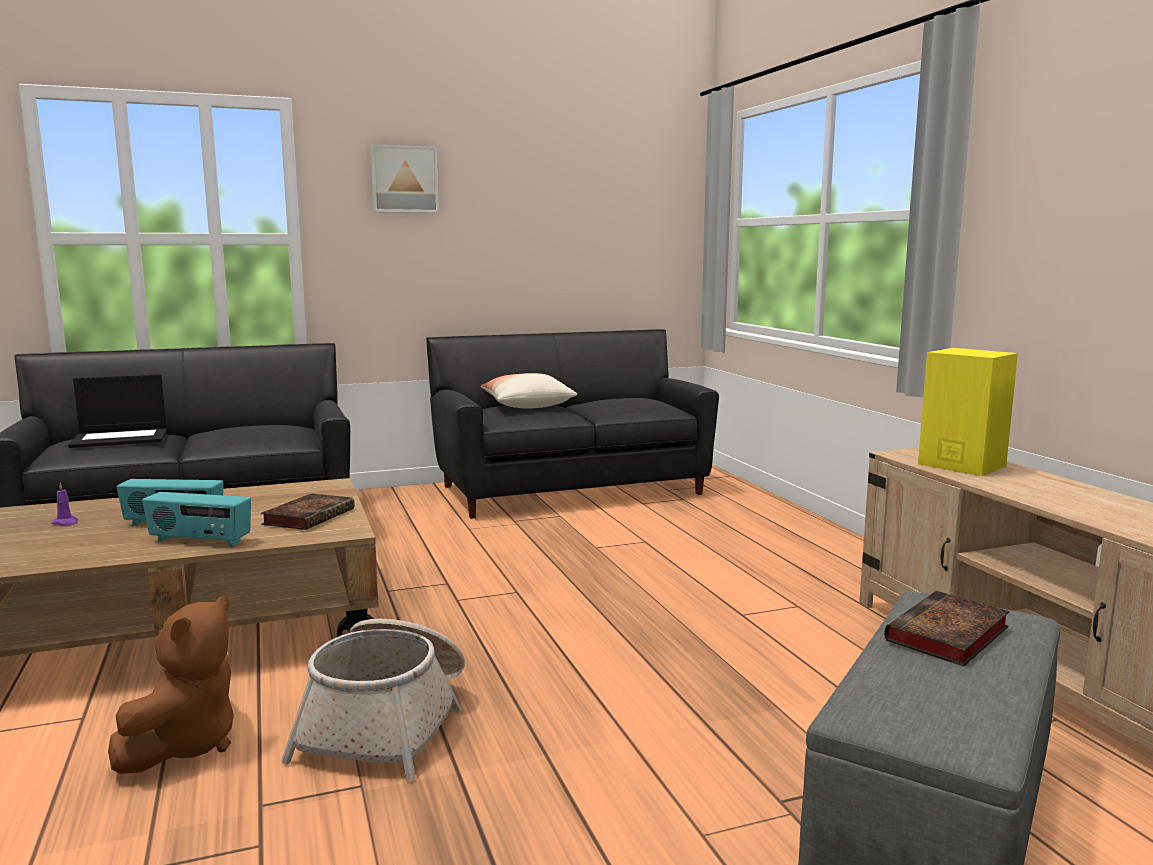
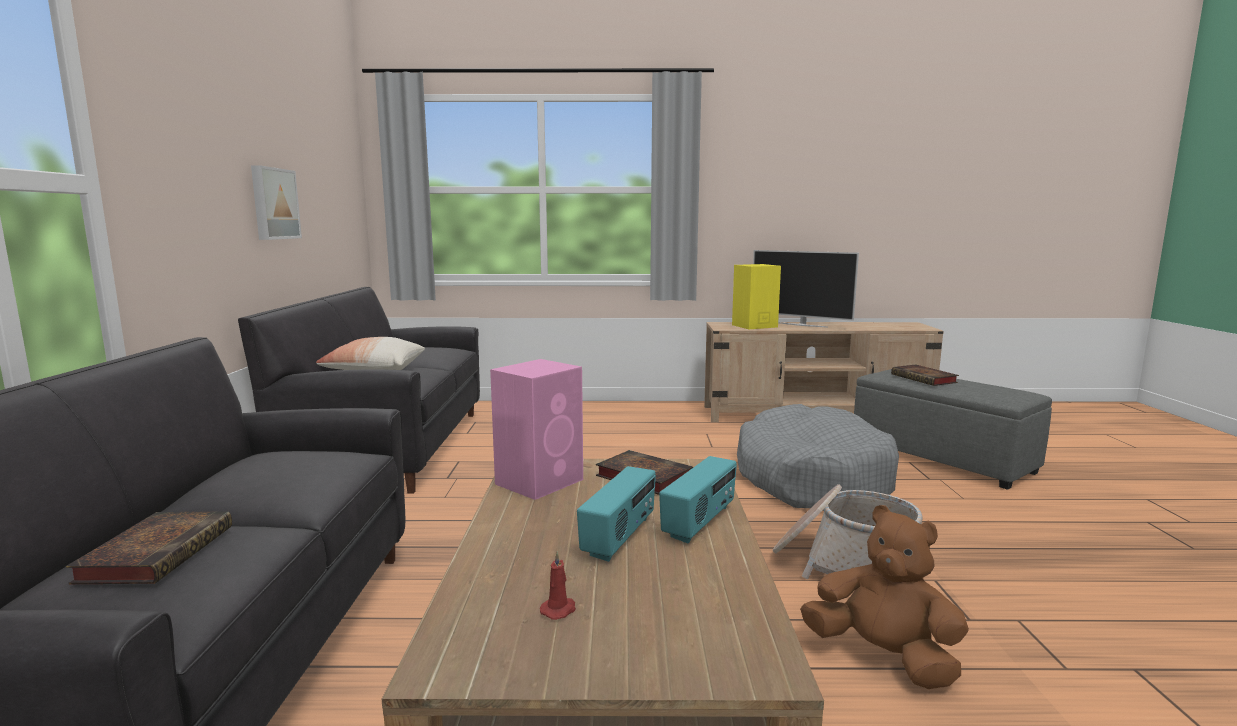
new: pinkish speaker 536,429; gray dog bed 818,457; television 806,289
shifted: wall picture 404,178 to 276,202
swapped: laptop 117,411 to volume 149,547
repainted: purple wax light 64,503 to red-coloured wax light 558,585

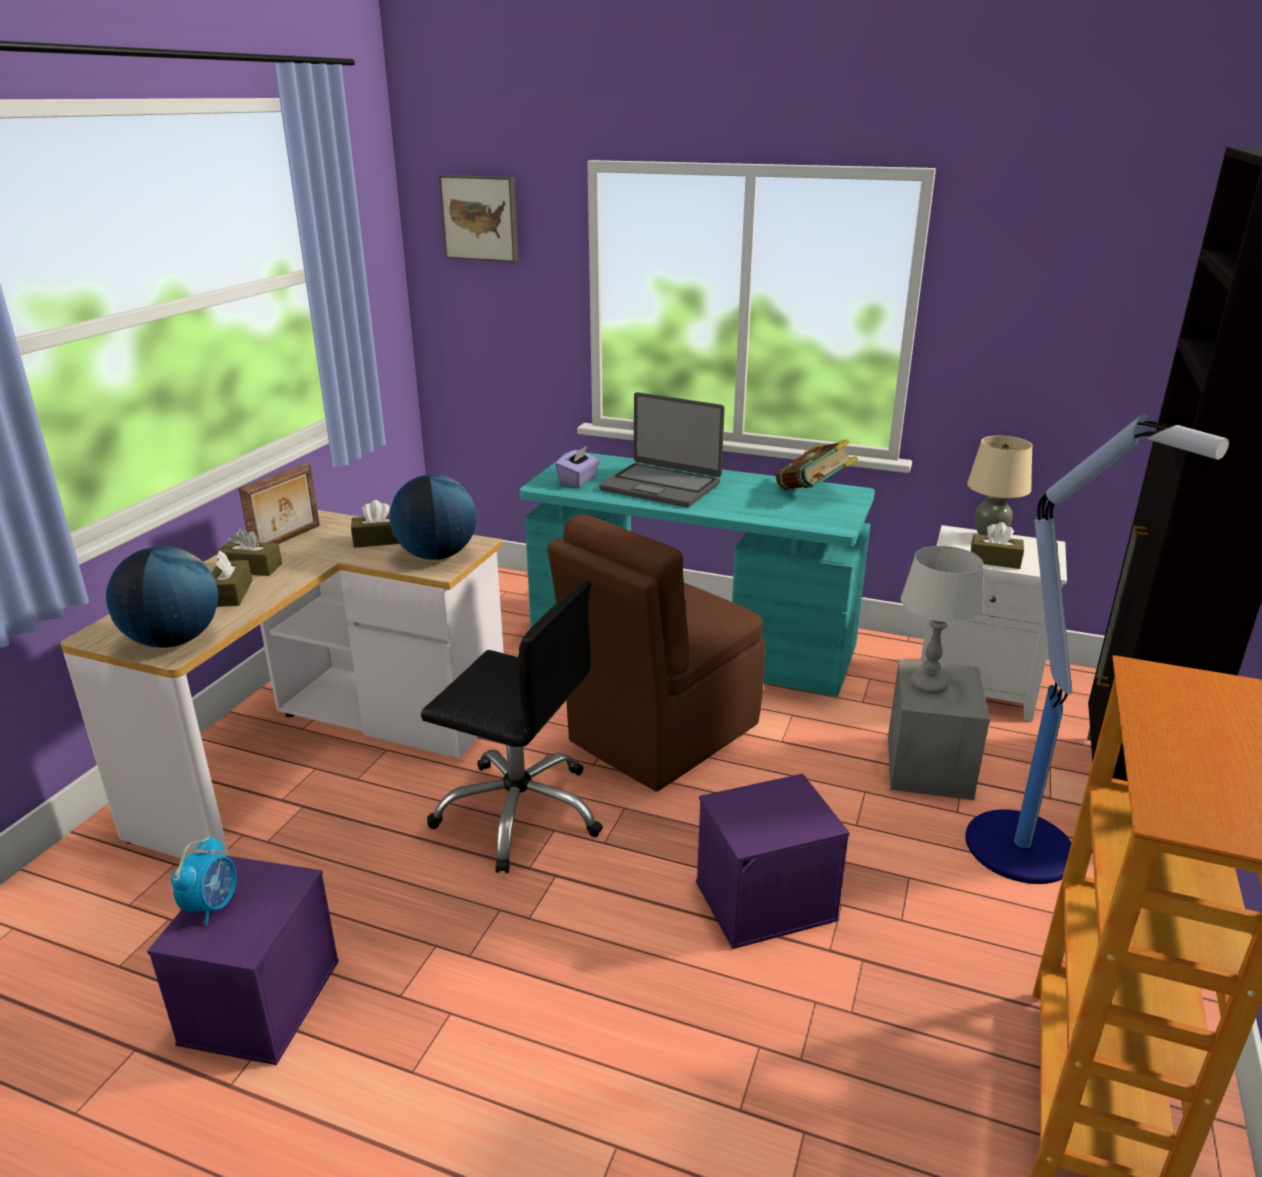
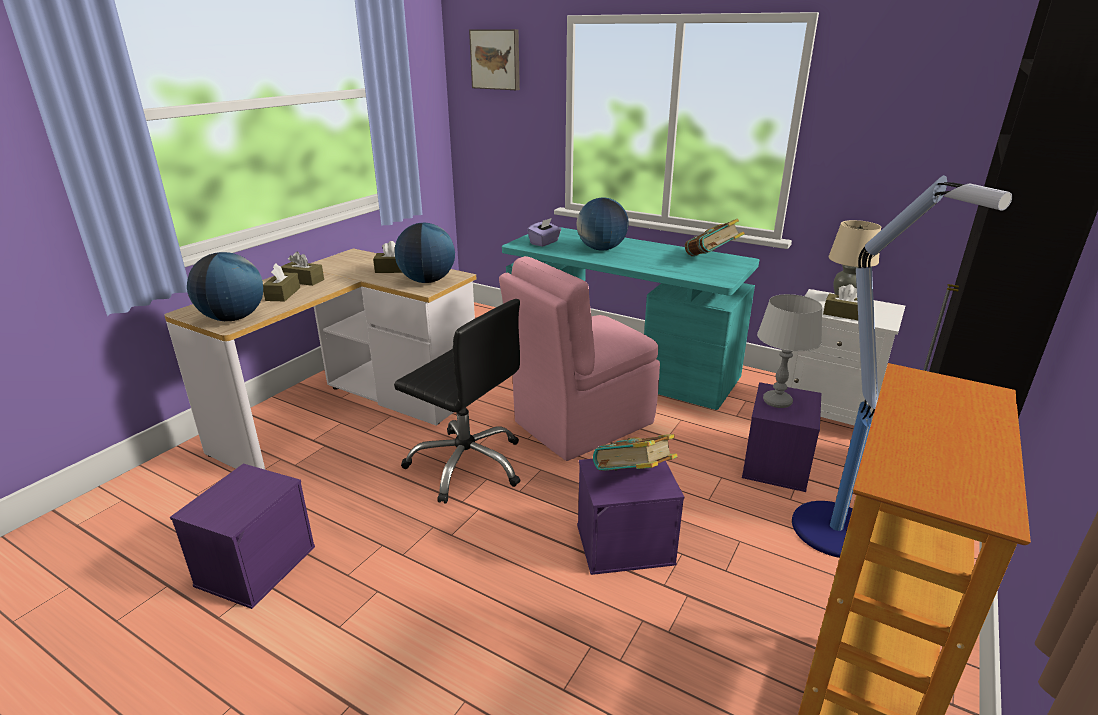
gone: bedside clock 204,880; standing frame 279,503
new: volume 635,452
swapped: laptop 662,449 to desk globe 603,224
repainted: brown-coloured upright chair 656,653 to pinkish upright chair 579,358; gray storage bin 939,729 to purple storage bin 781,437

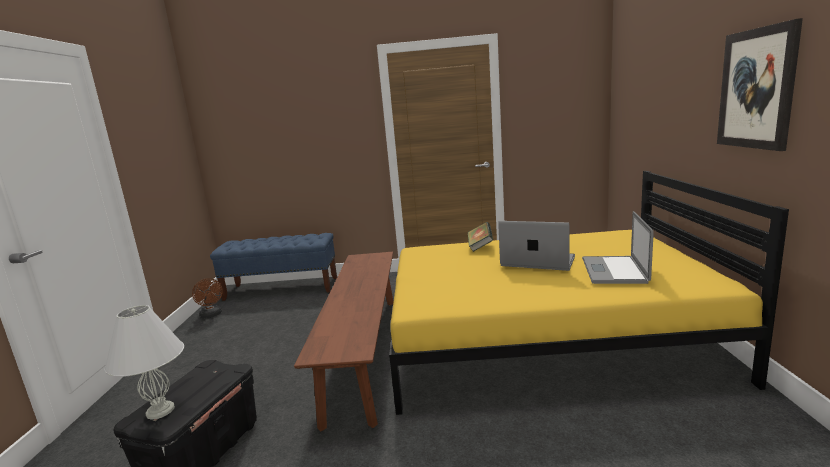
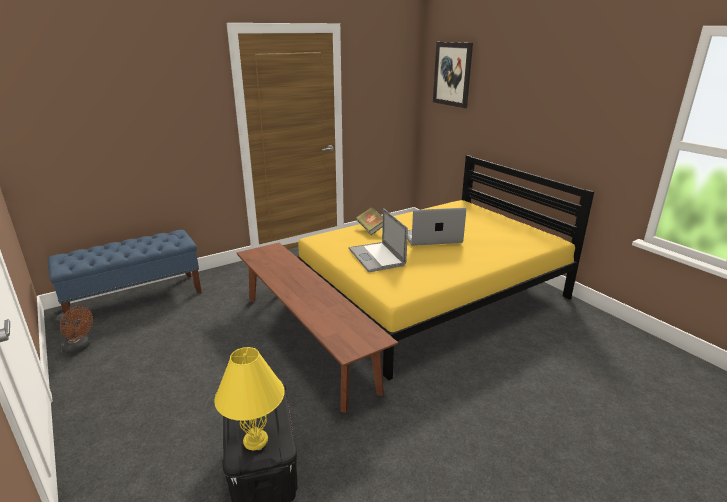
shifted: laptop 618,247 to 378,240; wall picture 760,84 to 453,75
repainted: whitish table lamp 144,362 to yellow table lamp 249,399

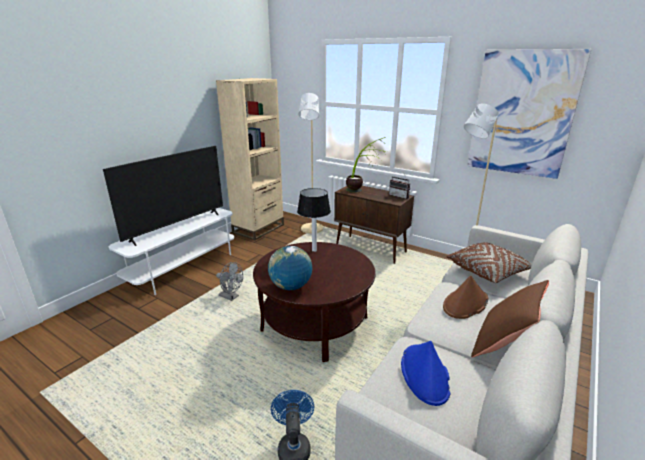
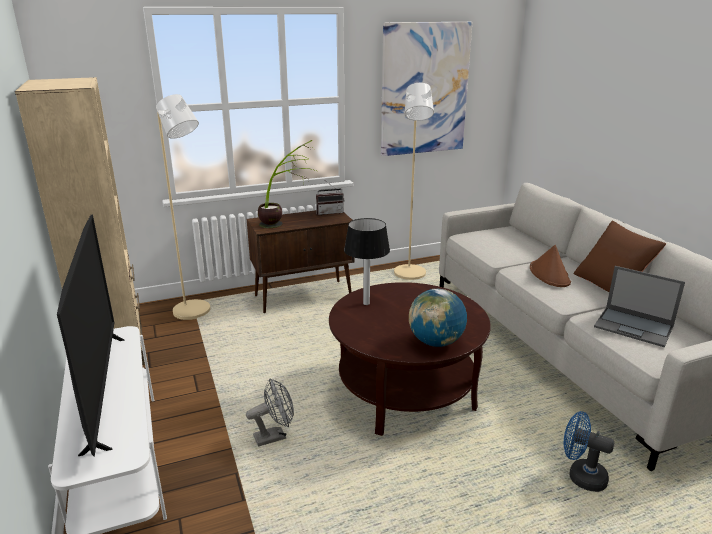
gone: brown-coloured cushion 489,262
swapped: blue clothing hat 425,373 to laptop 639,306

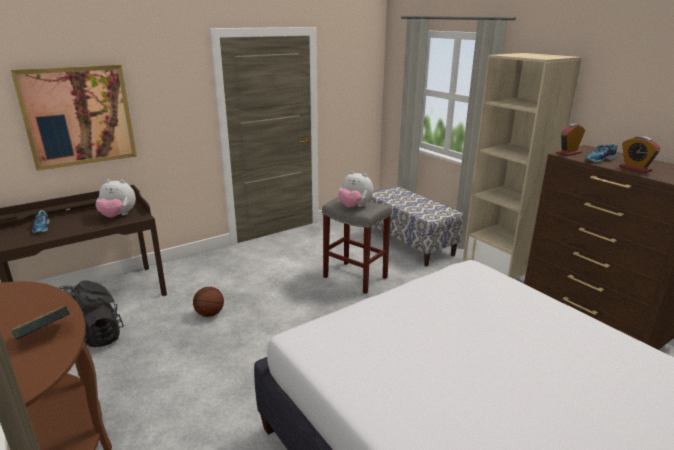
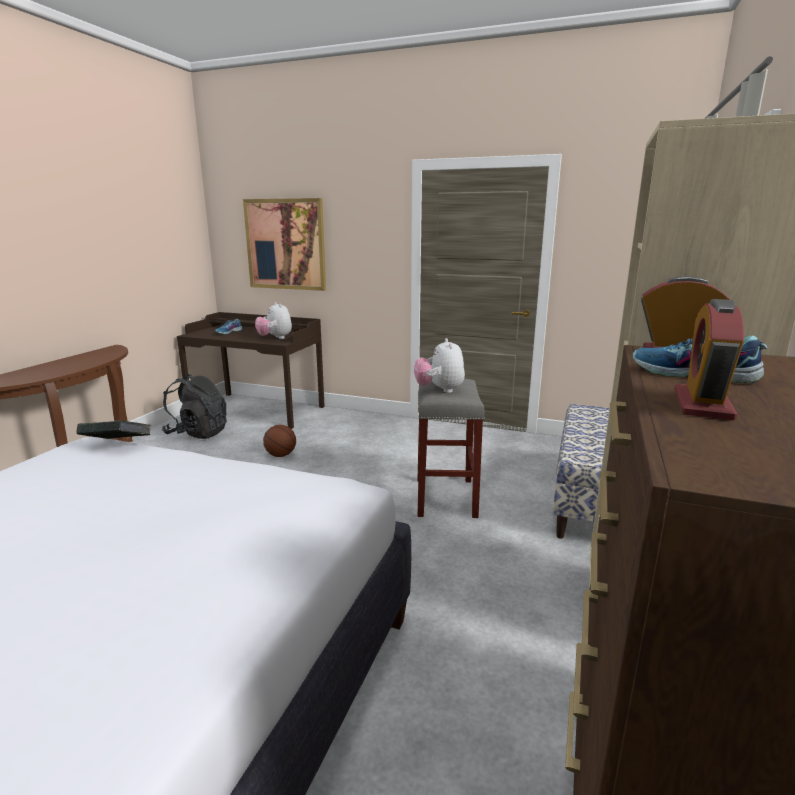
shifted: volume 40,322 to 113,429

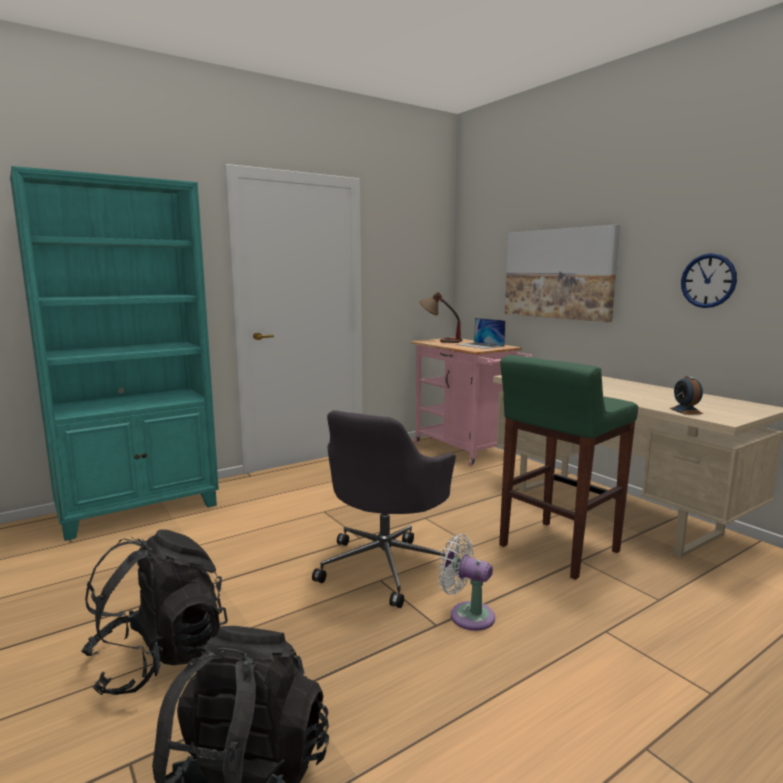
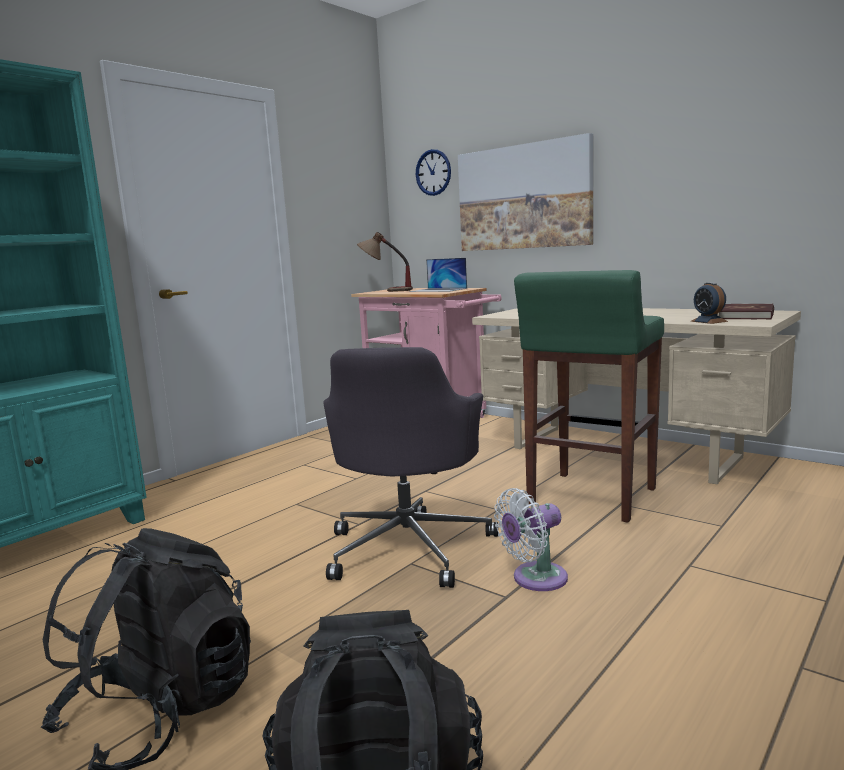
new: red-coloured volume 746,311
shifted: hanging clock 709,280 to 433,172
rotated: whitish electric fan 466,582 = 531,539 45 degrees counterclockwise

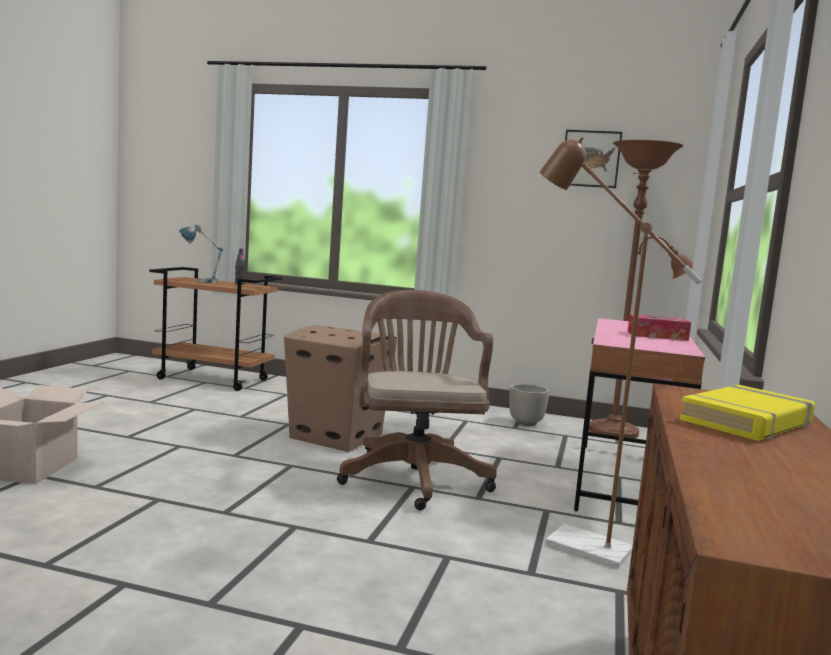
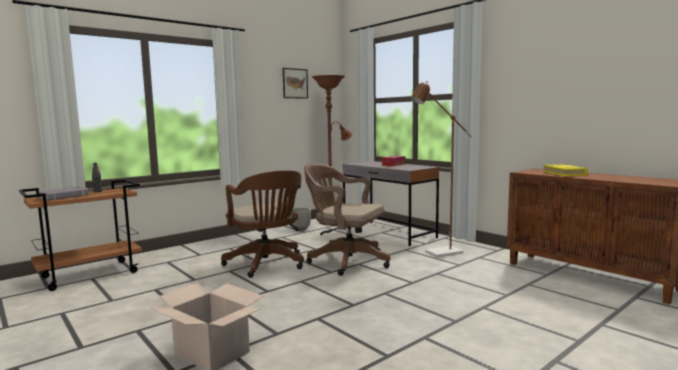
swapped: table lamp 201,253 to gray volume 63,193; packing box 340,389 to brown-coloured desk chair 262,224
repainted: pinkish desk unit 639,414 to gray desk unit 391,203

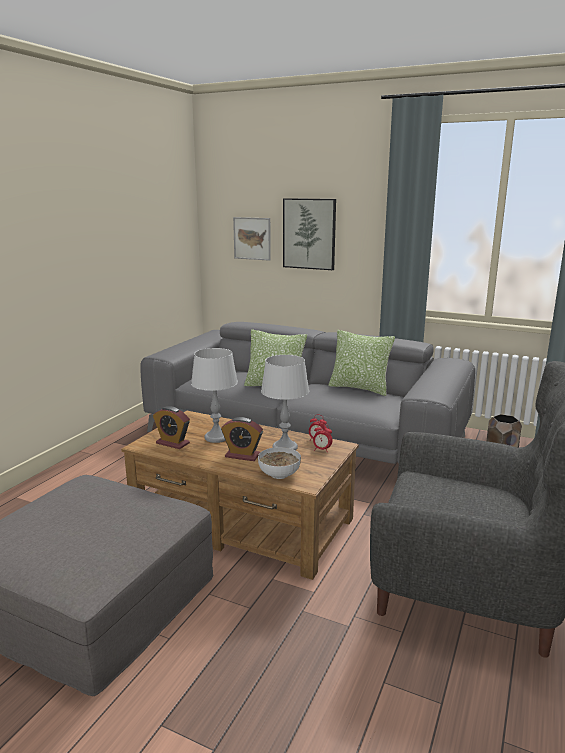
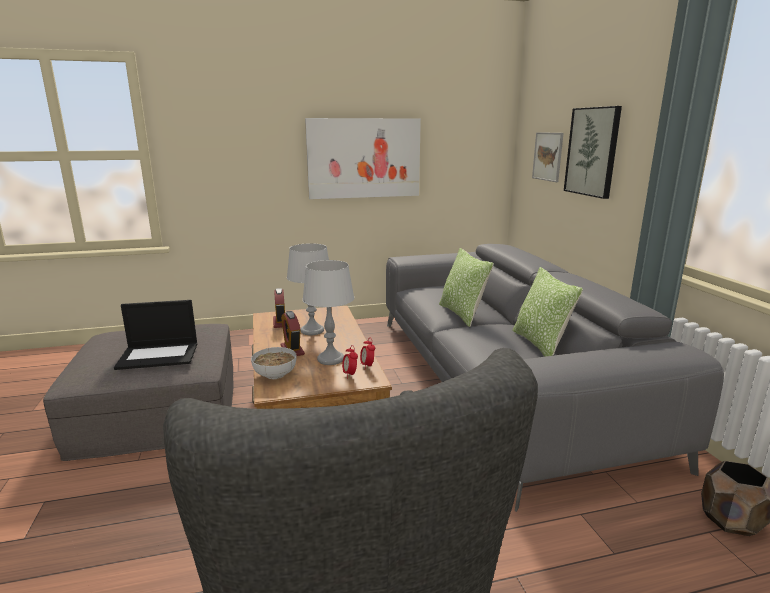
new: laptop 155,335; wall picture 363,158

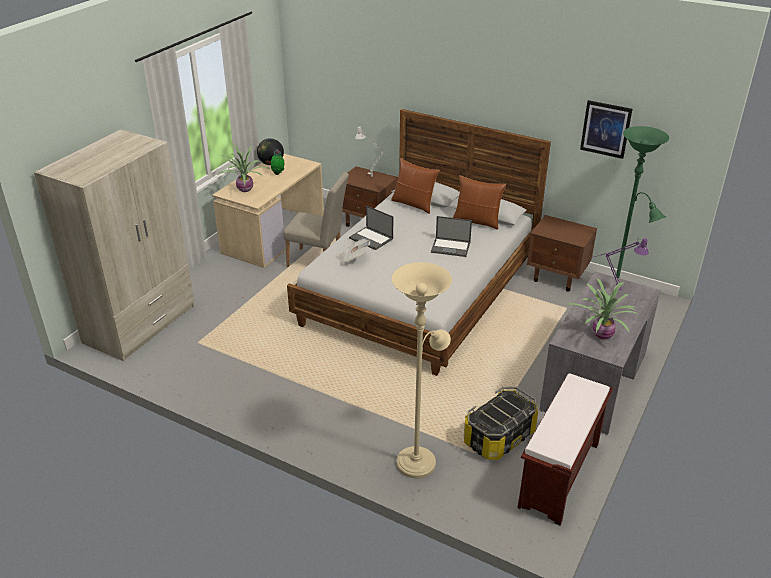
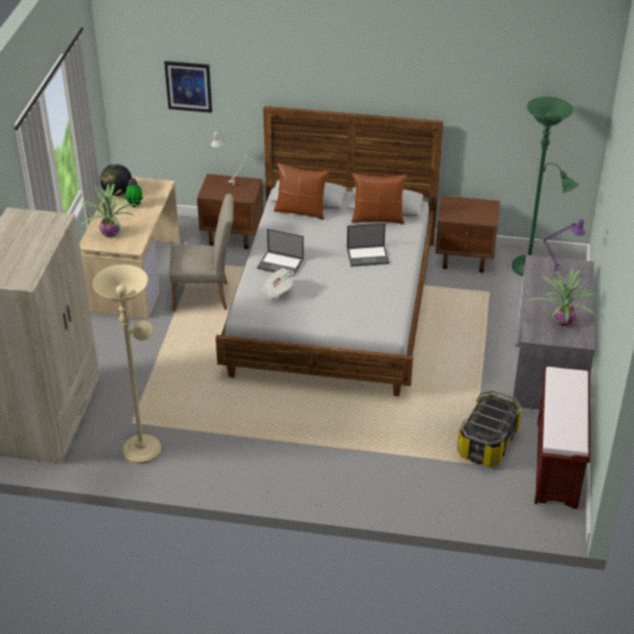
shifted: beige-coloured standard lamp 422,370 to 126,364; wall picture 606,129 to 188,87

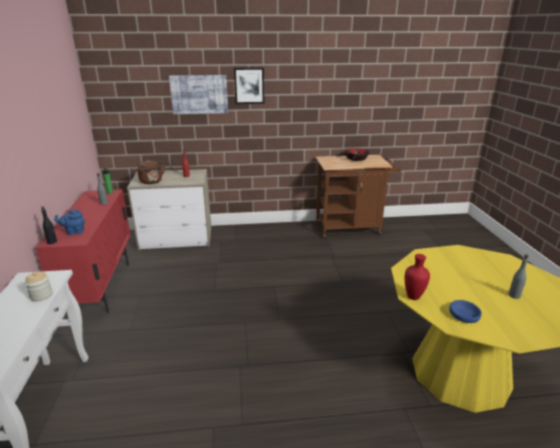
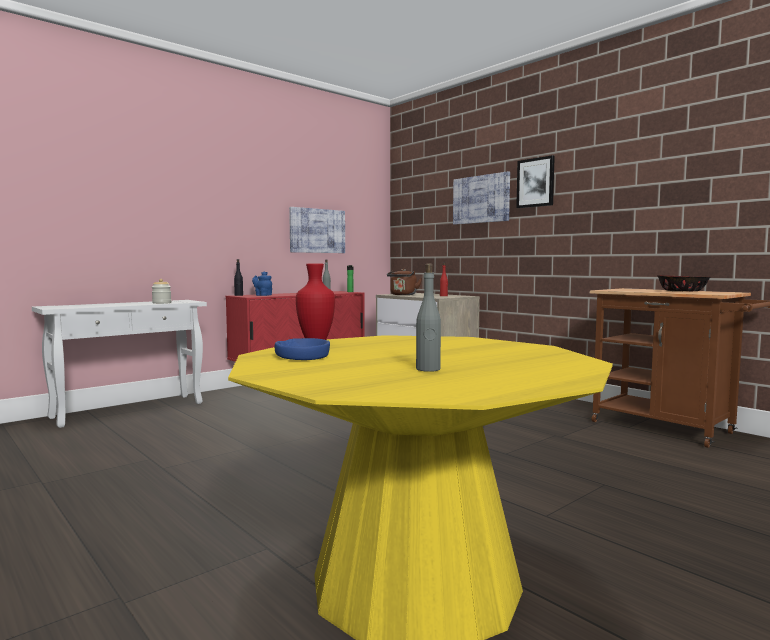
new: wall picture 317,230

